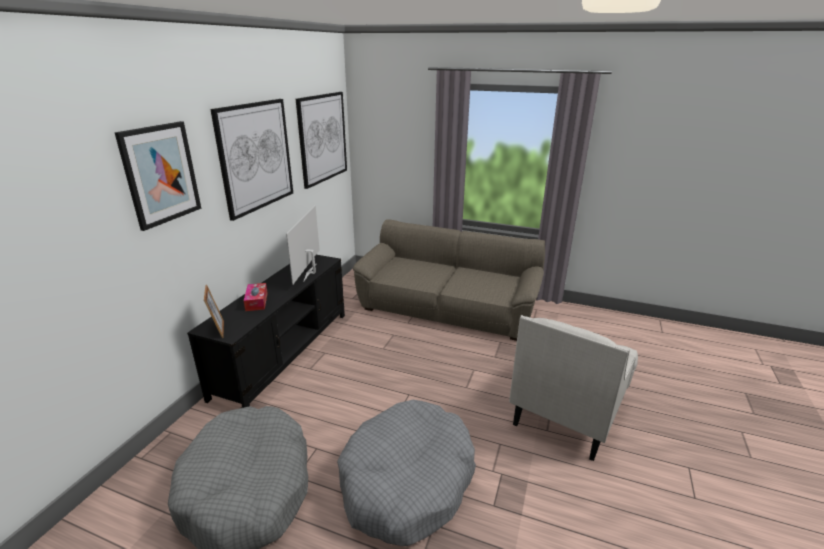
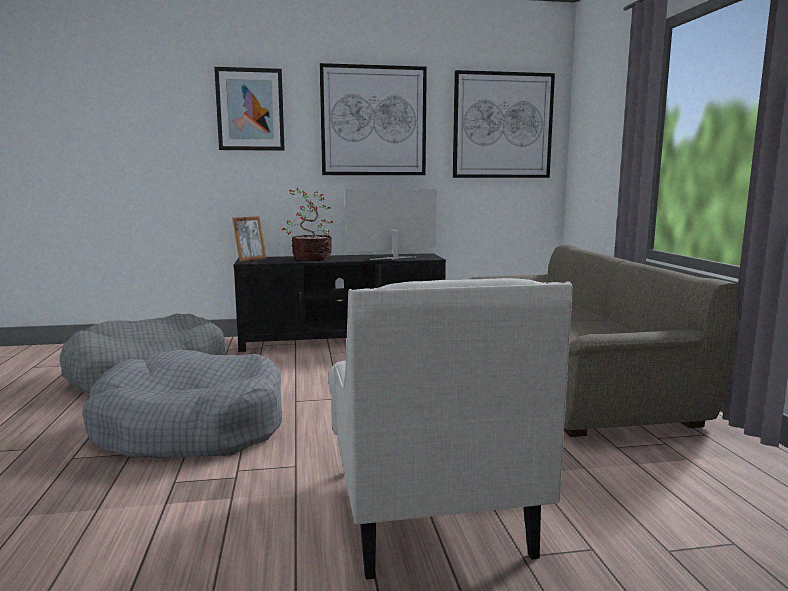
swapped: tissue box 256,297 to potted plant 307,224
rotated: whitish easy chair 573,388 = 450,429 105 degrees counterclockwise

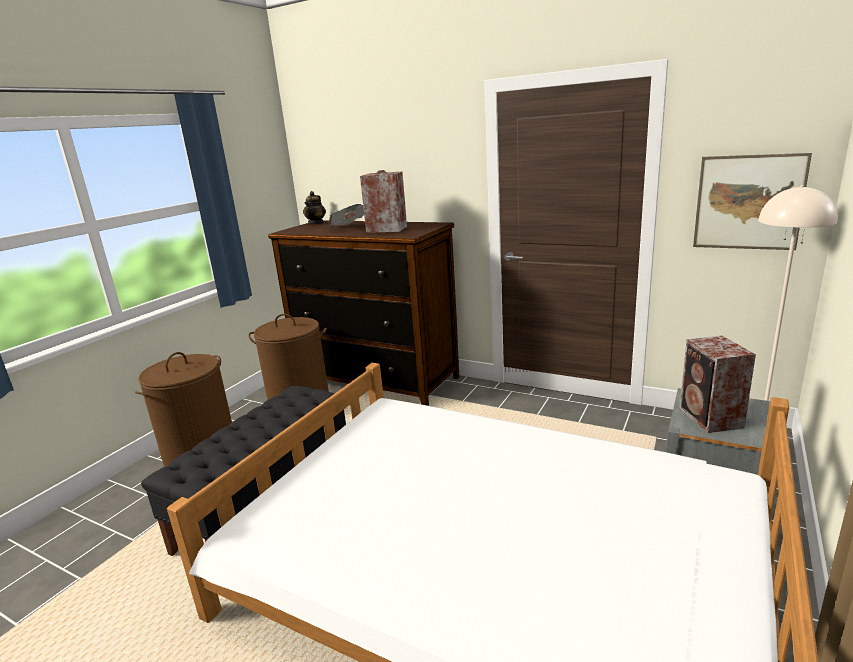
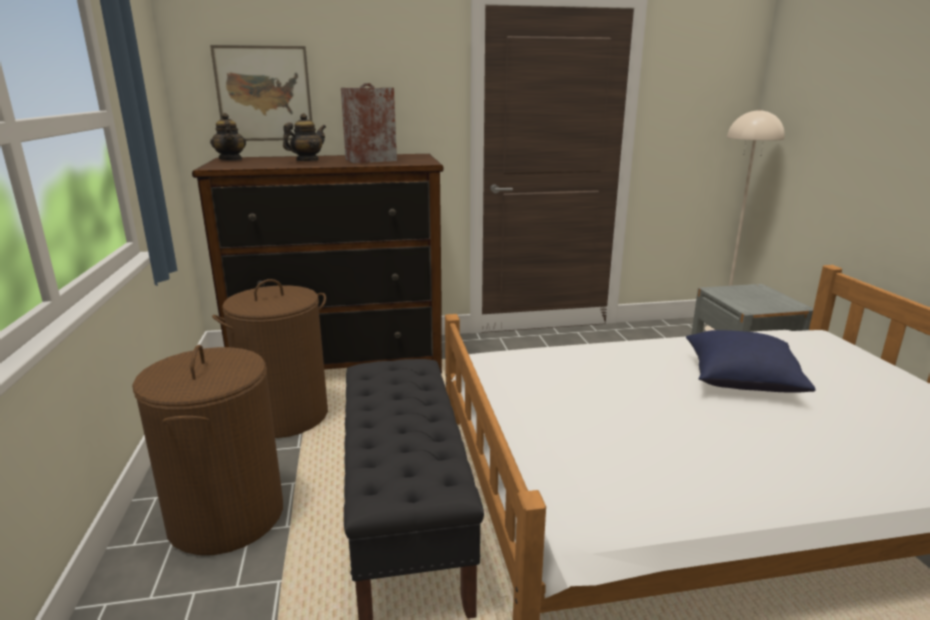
gone: speaker 718,384
new: blue cushion 751,361
shifted: wall picture 752,201 to 261,93
swapped: printed paper 346,215 to teapot 304,137

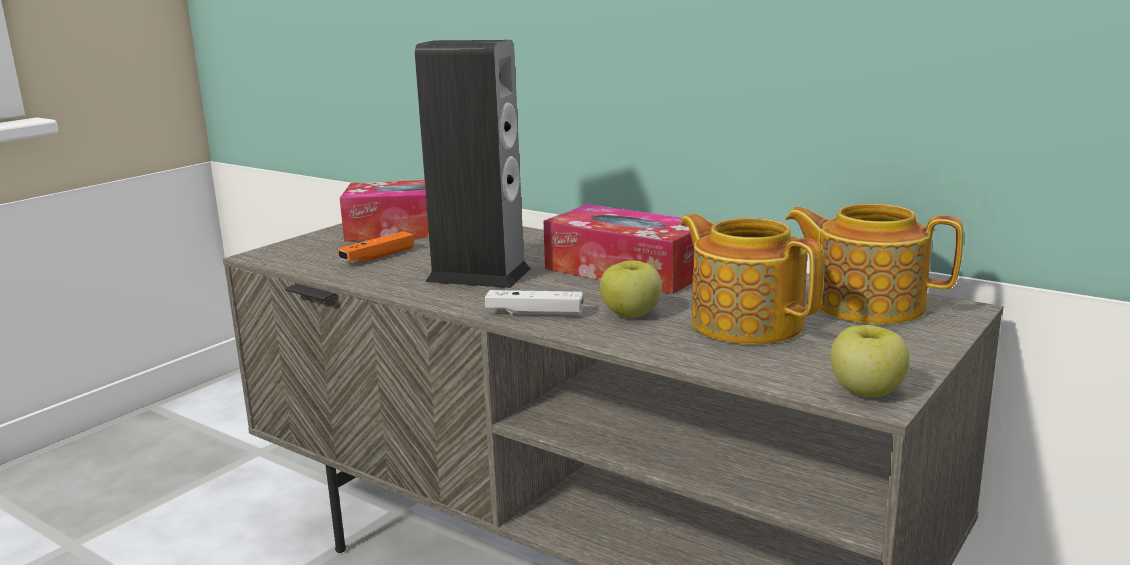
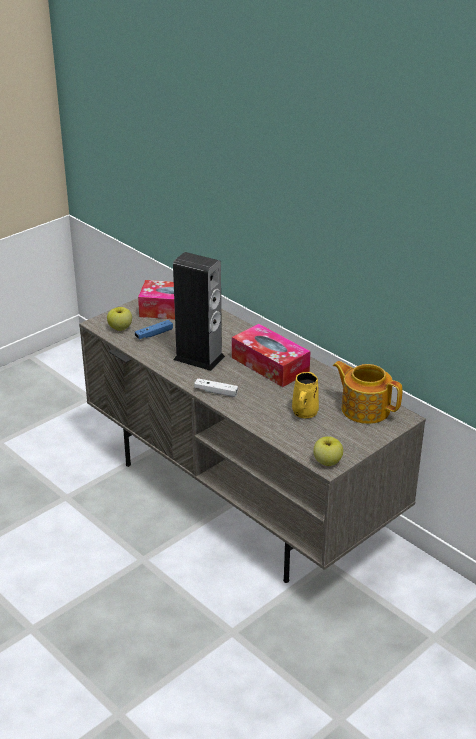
shifted: apple 631,289 to 119,319
swapped: teapot 752,279 to yellow mug 305,395
repainted: orangey gamepad 376,246 to blue gamepad 154,329

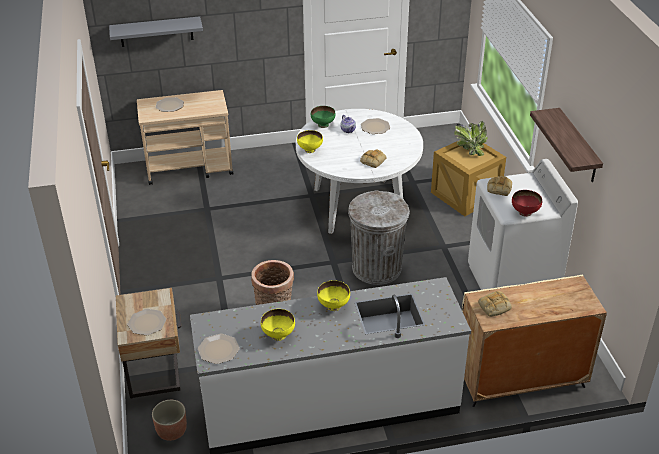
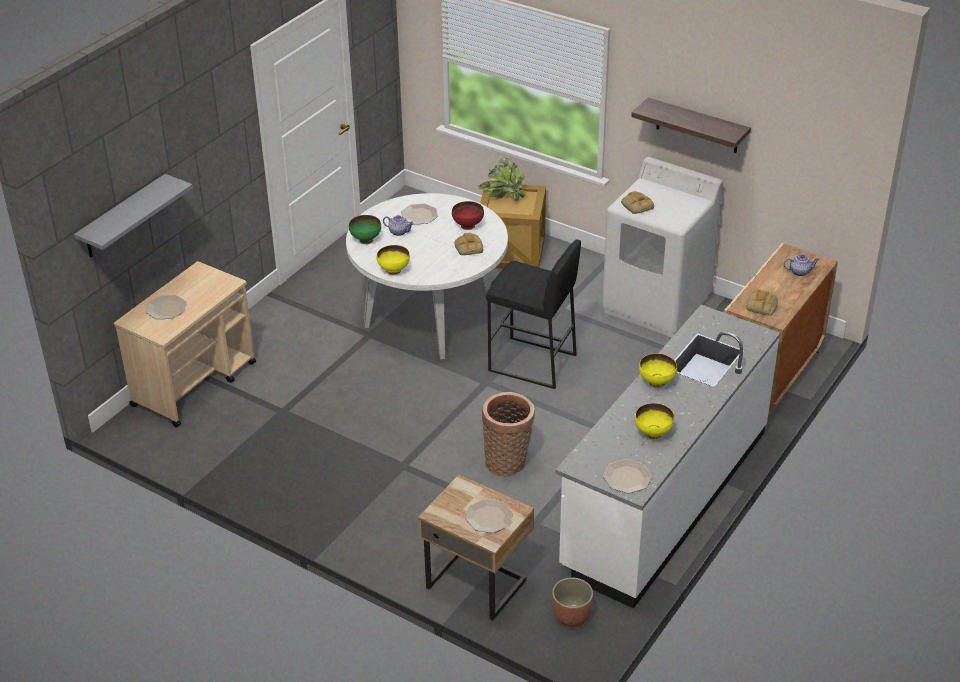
new: teapot 801,265
shifted: red-coloured deep dish 527,203 to 468,215
swapped: gray waste bin 379,237 to black-coloured stool seat 533,314

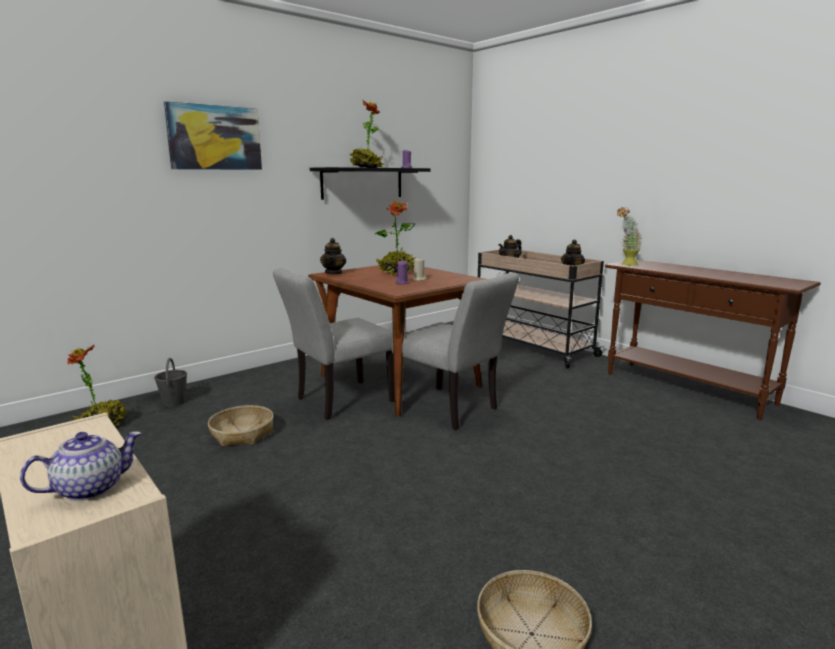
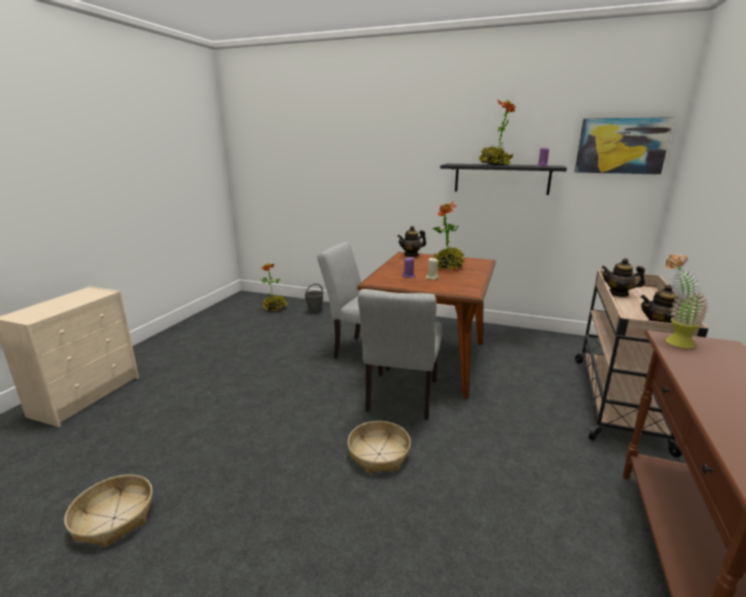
gone: teapot 80,466
shifted: wall picture 212,135 to 624,146; household basket 241,426 to 379,447

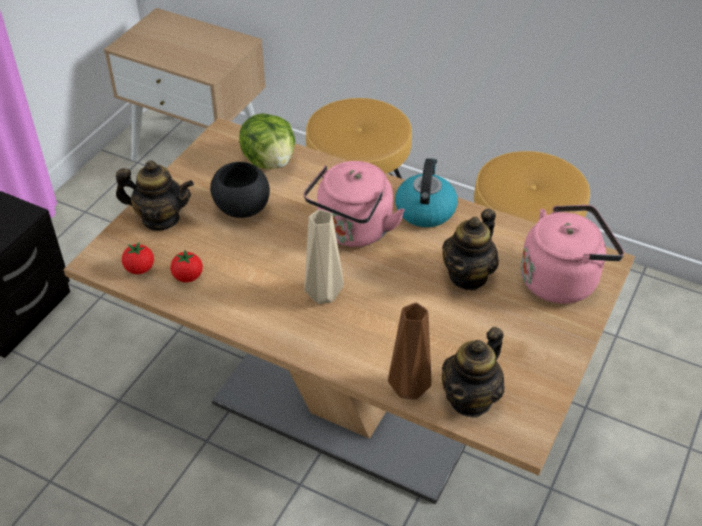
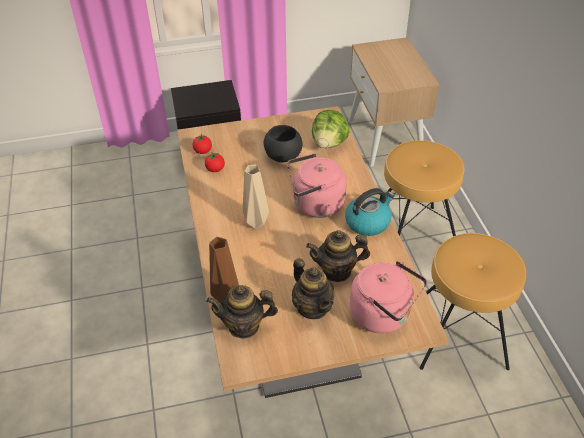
shifted: teapot 155,196 to 313,288

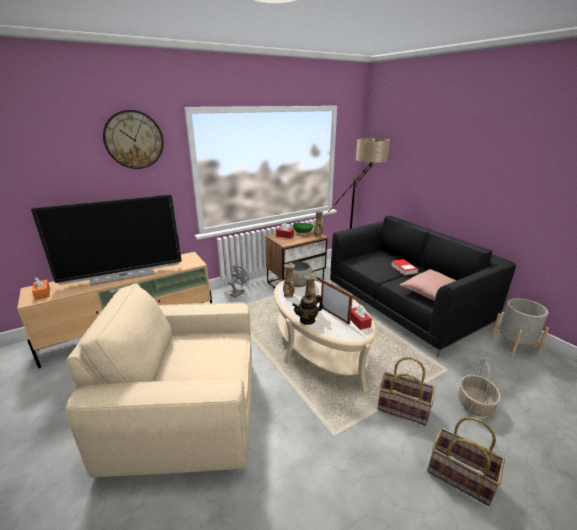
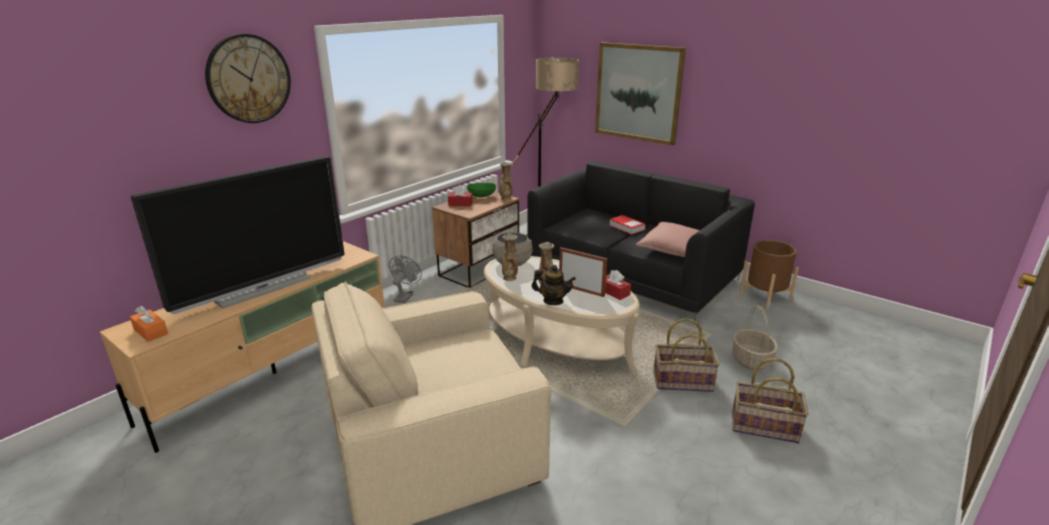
new: wall picture 640,93
repainted: gray plant pot 520,327 to brown-coloured plant pot 769,274
rotated: teapot 307,309 = 554,285 120 degrees counterclockwise

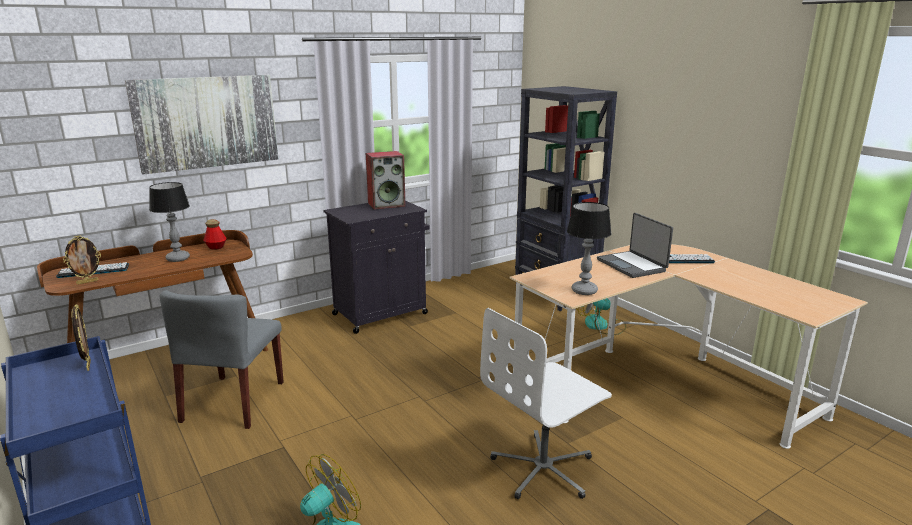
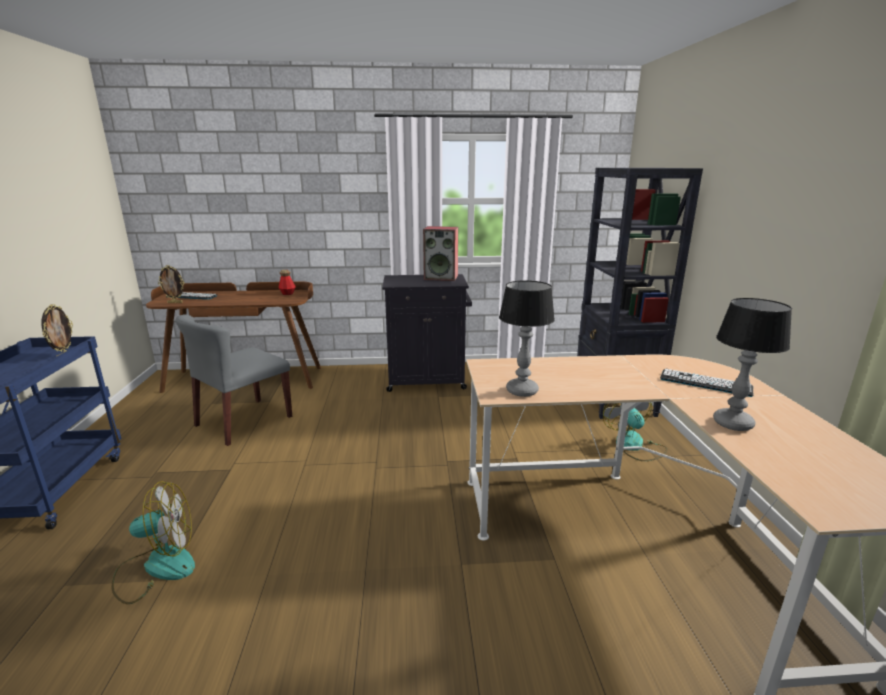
gone: wall picture 201,125; whitish desk chair 546,403; laptop 635,245
shifted: table lamp 169,222 to 752,364

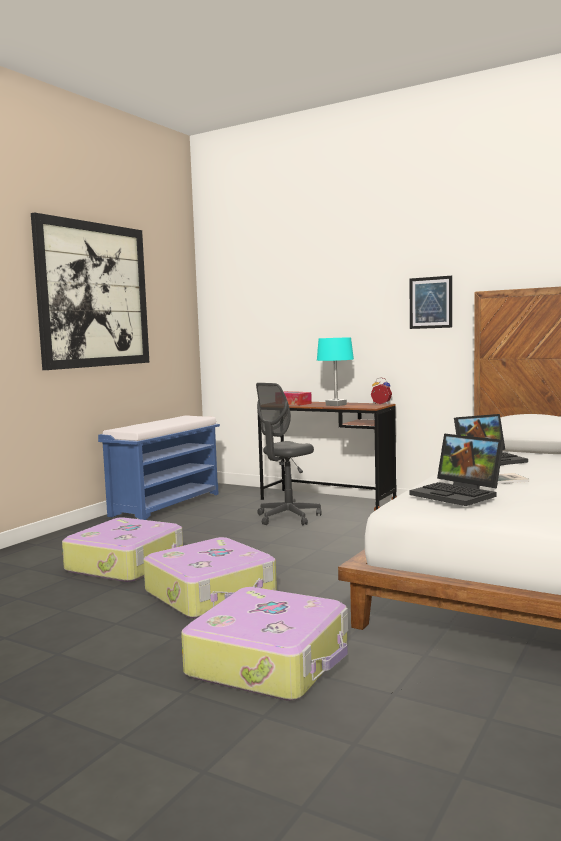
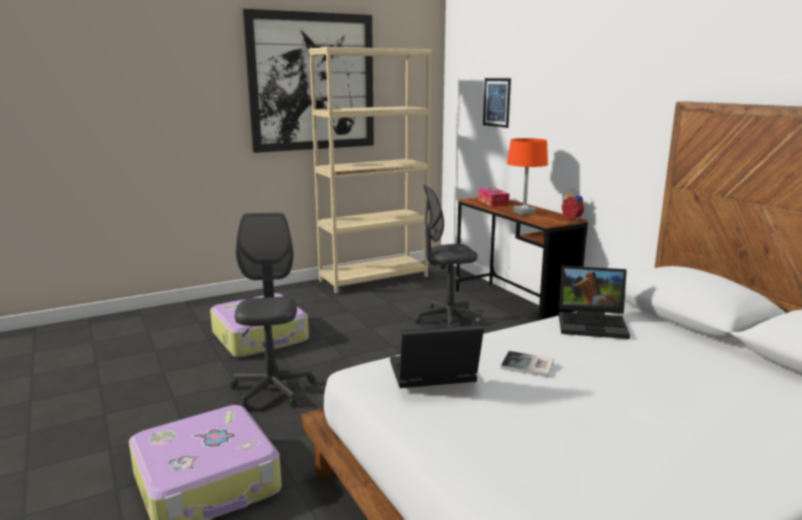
shifted: wall picture 430,302 to 497,103
swapped: blue indoor bench 159,467 to beige-coloured shelving unit 370,170; travel case 210,577 to gray desk chair 272,310
repainted: turquoise-coloured table lamp 335,371 to orangey table lamp 527,176
rotated: laptop 456,470 = 437,356 90 degrees clockwise

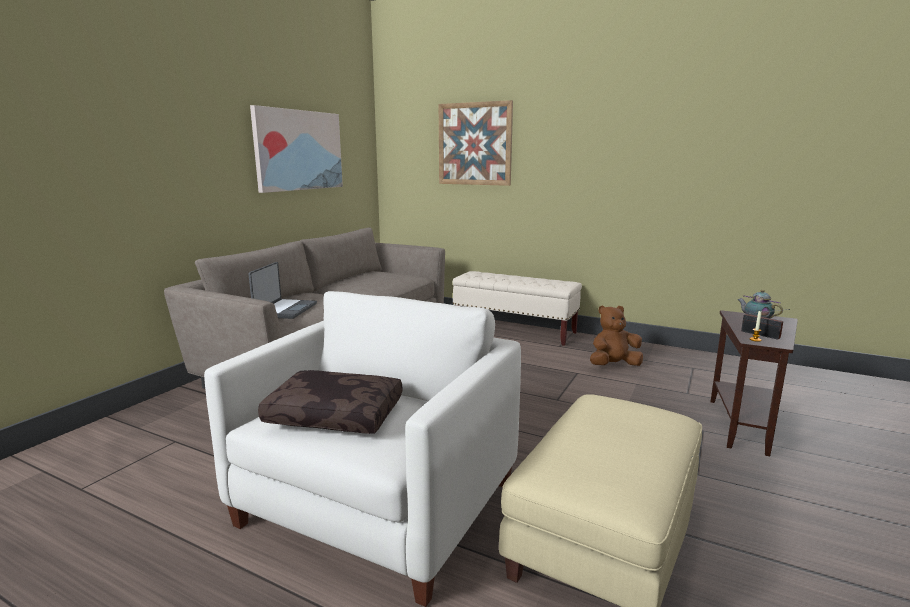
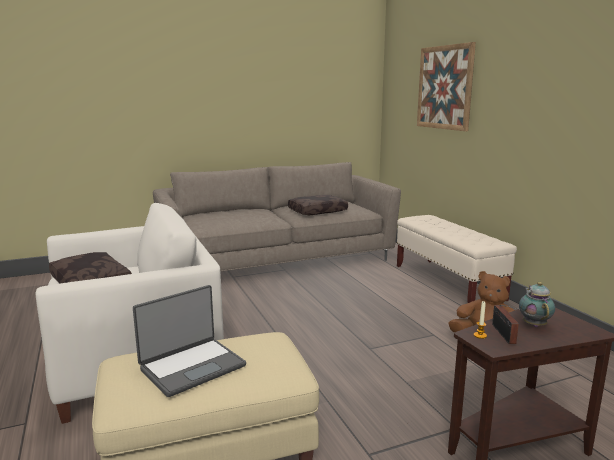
gone: wall picture 296,149
new: brown-coloured cushion 318,205
shifted: laptop 283,290 to 189,341

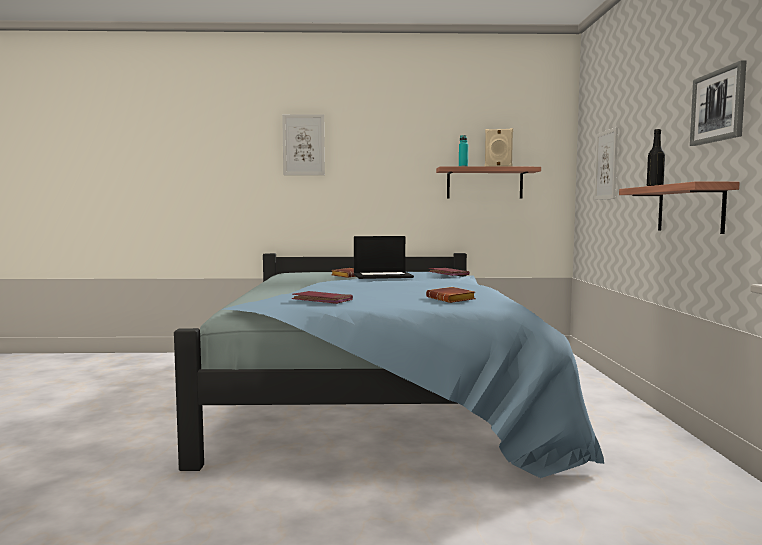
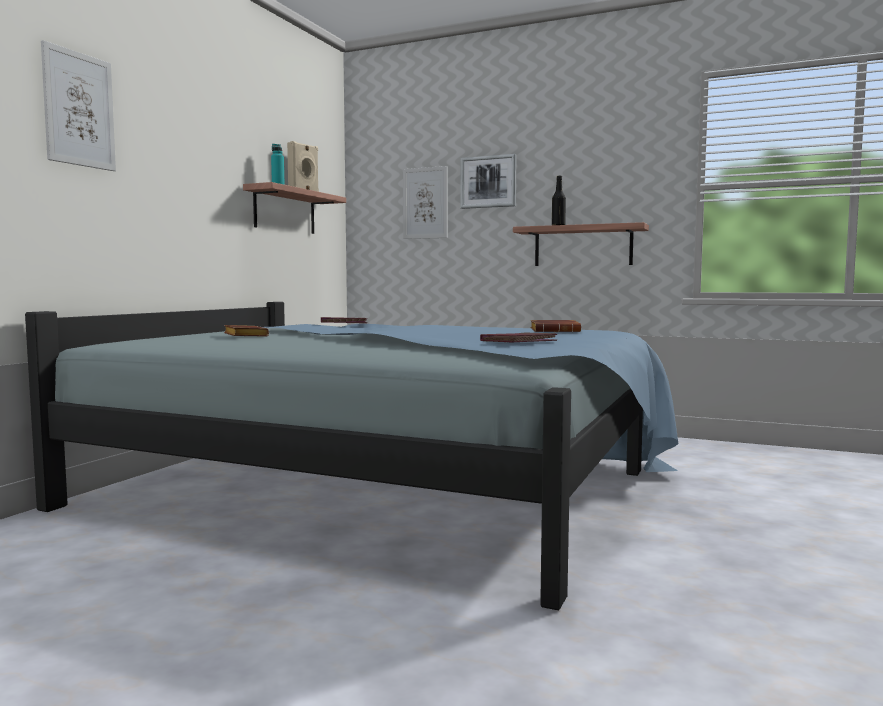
gone: laptop 384,257
shifted: wall picture 718,103 to 488,181

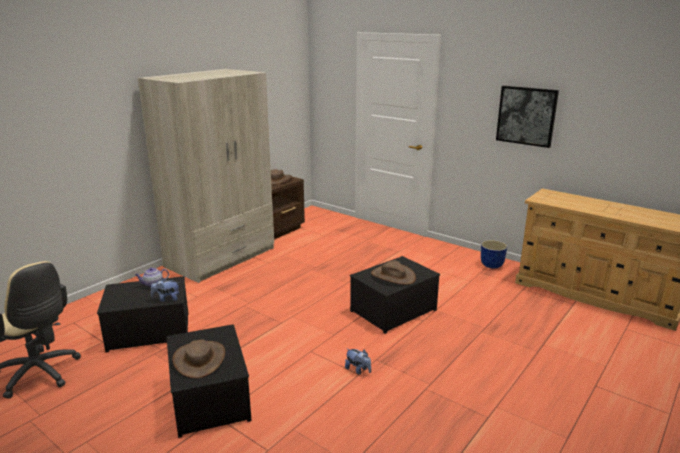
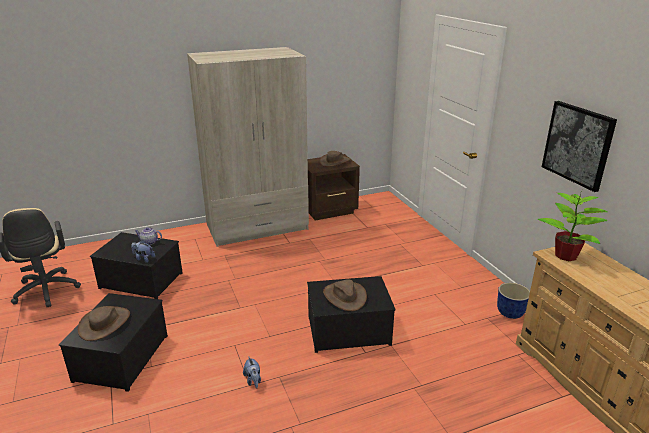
new: potted plant 572,225

